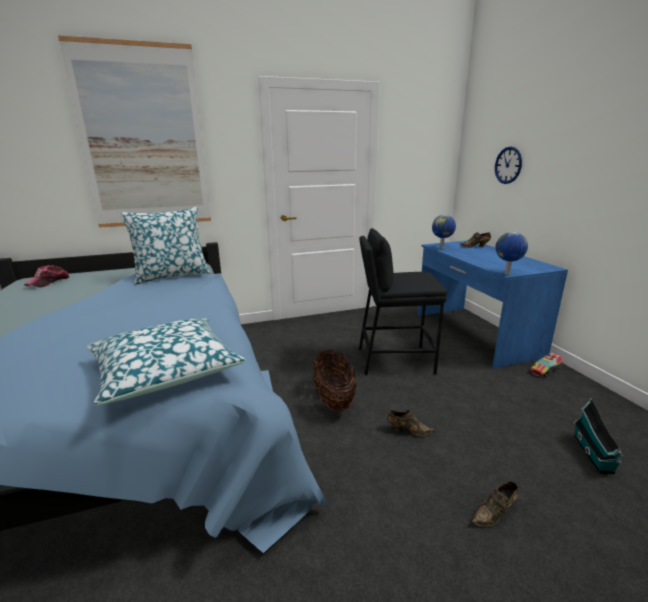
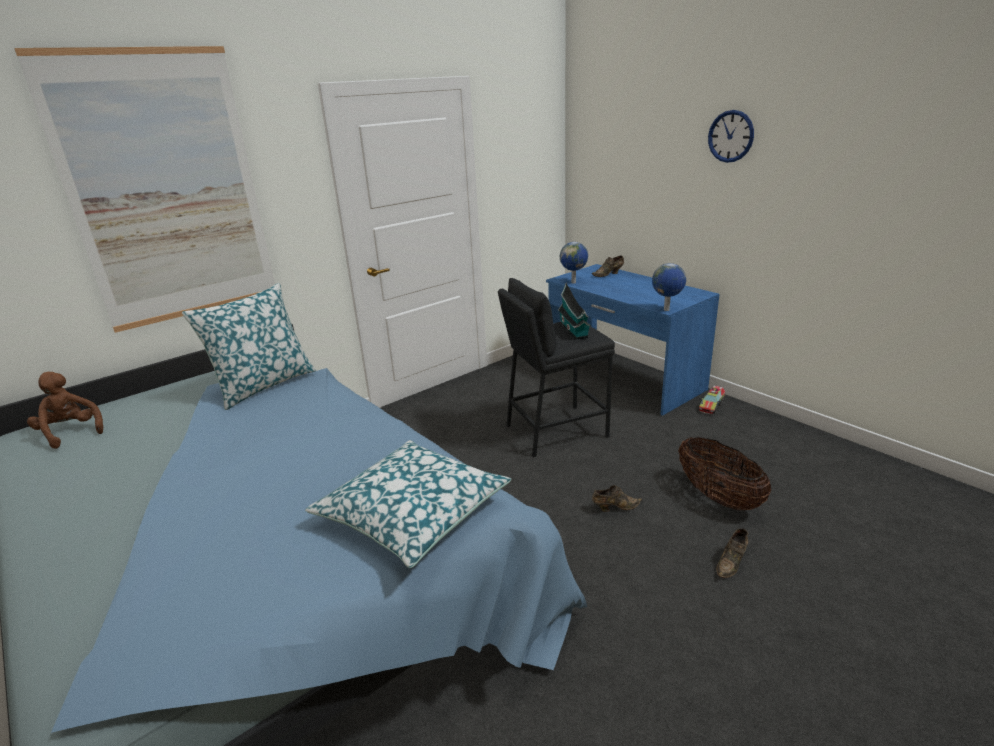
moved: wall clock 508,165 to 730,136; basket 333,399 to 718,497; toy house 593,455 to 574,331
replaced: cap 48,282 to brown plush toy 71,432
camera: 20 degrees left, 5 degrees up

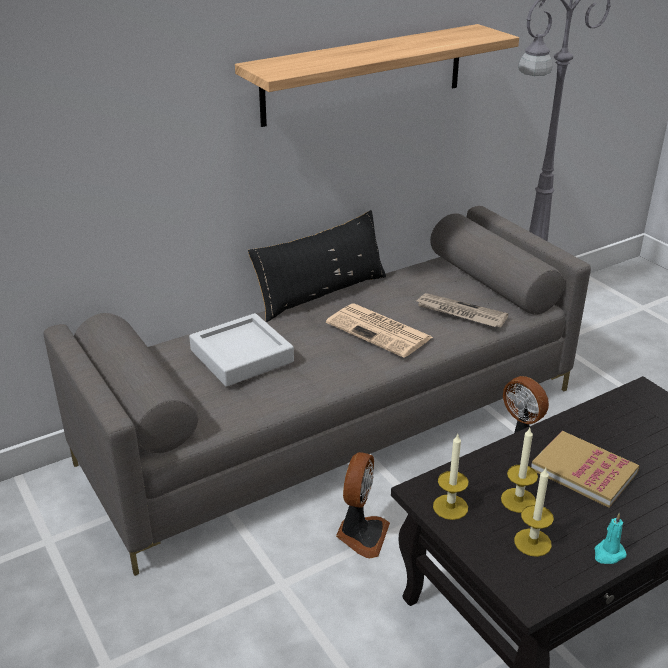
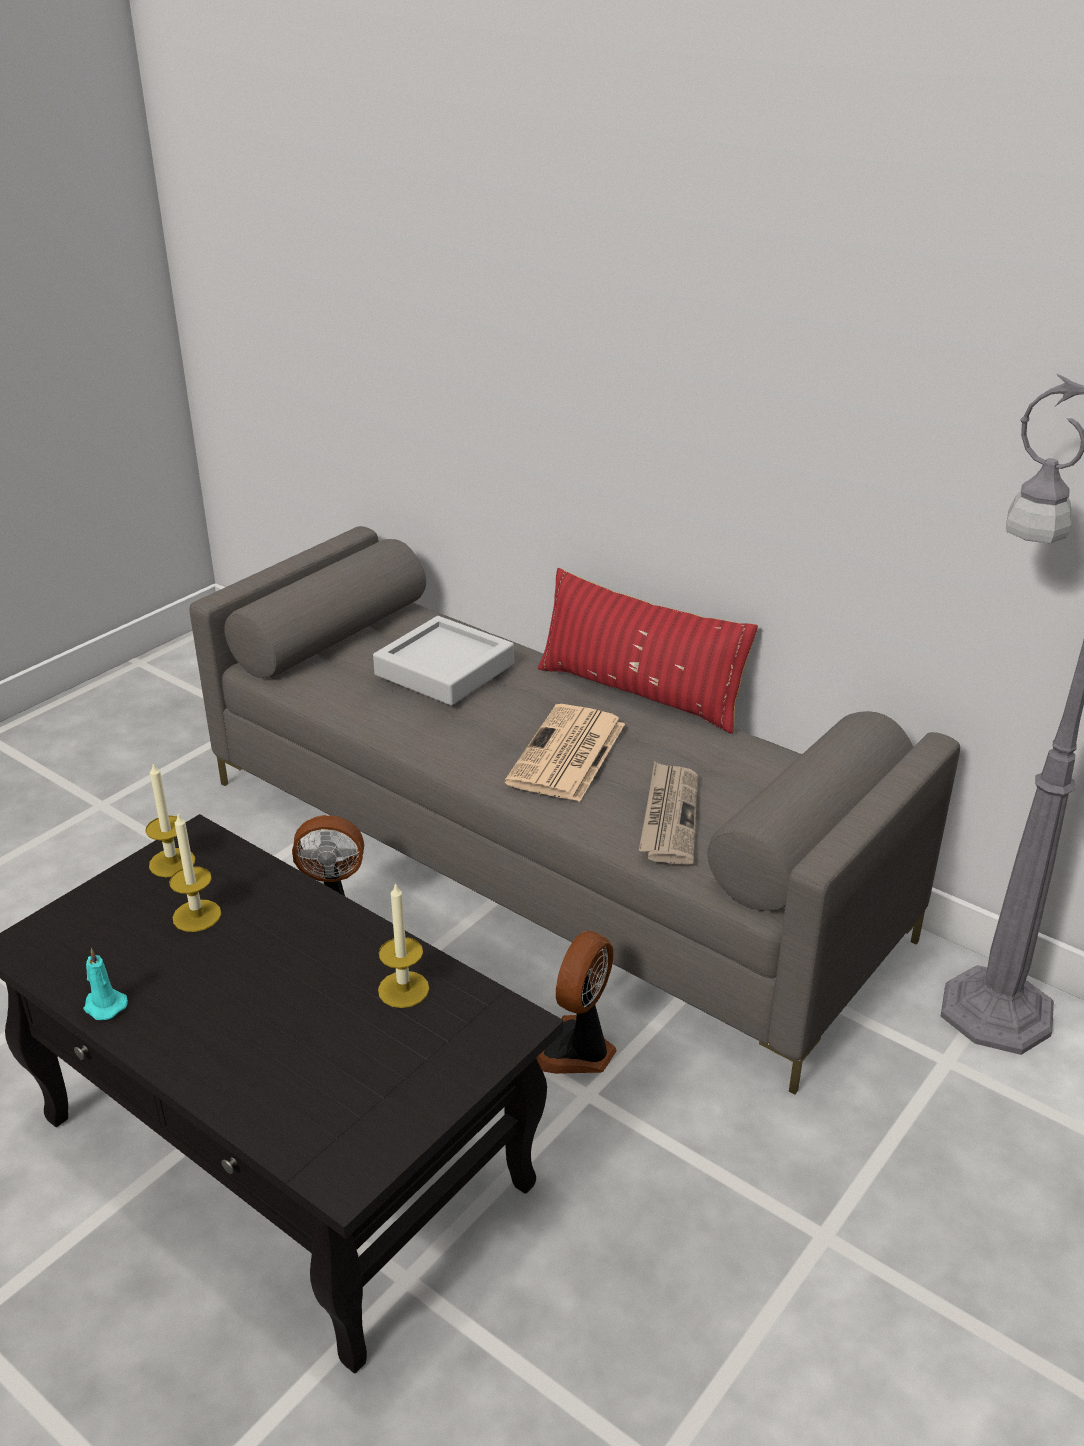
removed: shelf 364,74; book 584,471
moved: candle 532,542 to 403,989
recoloured: black pillow 321,294 to red pillow 639,692
camera: 70 degrees right, 0 degrees up

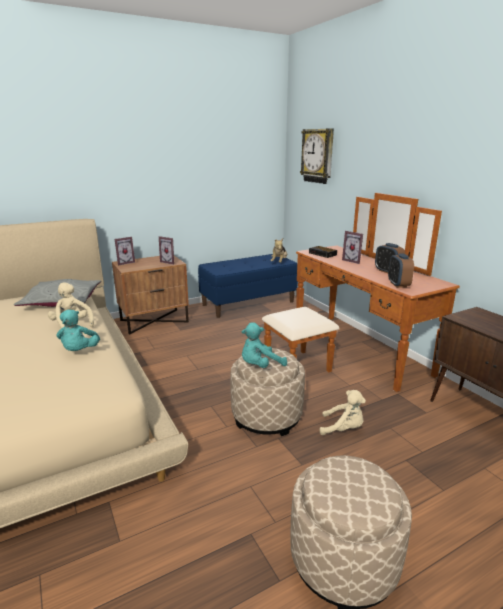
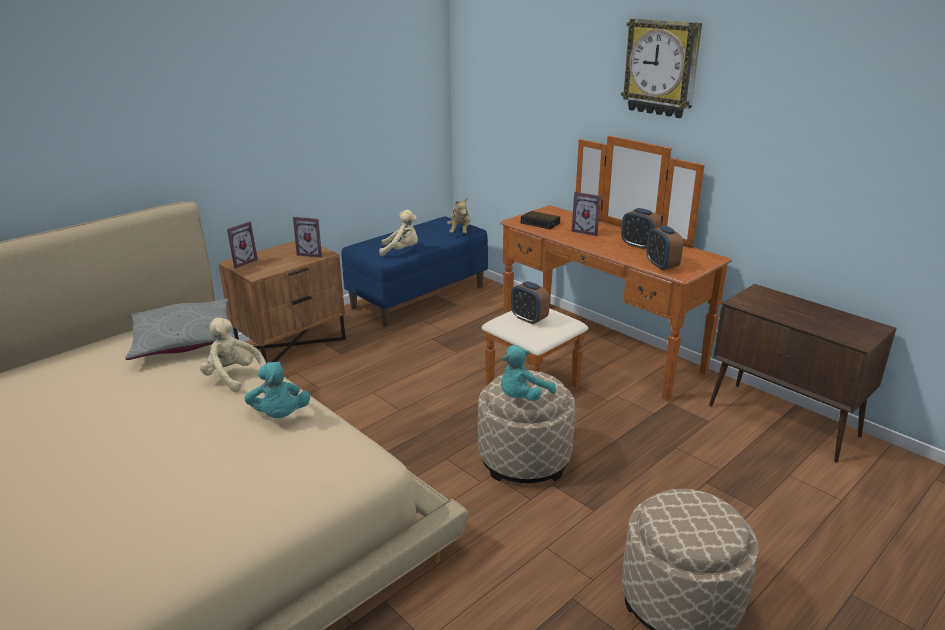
added: alarm clock 529,319
moved: wall clock 318,156 to 661,68; beige plush toy 343,428 to 401,251
camera: 15 degrees left, 5 degrees up

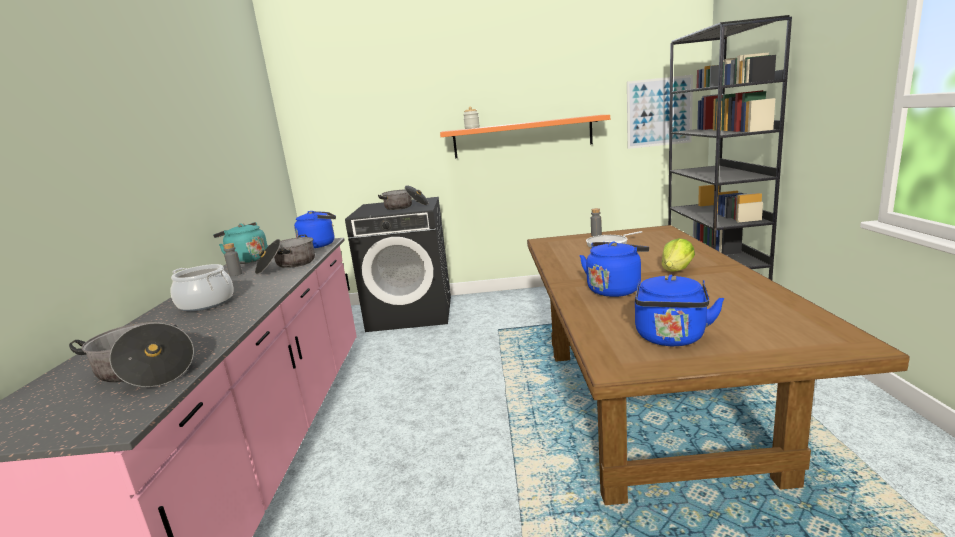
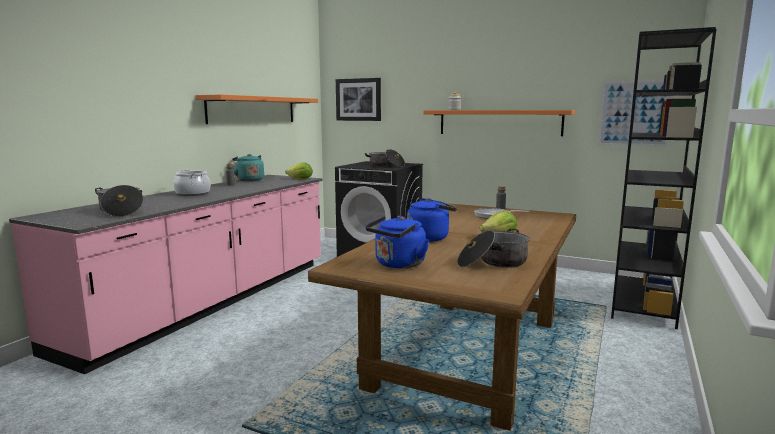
added: picture 358,99; orange shelf 253,110
moved: cooking pot 287,265 to 493,263
replaced: blue kettle 320,245 to lettuce 300,179
camera: 25 degrees right, 5 degrees down

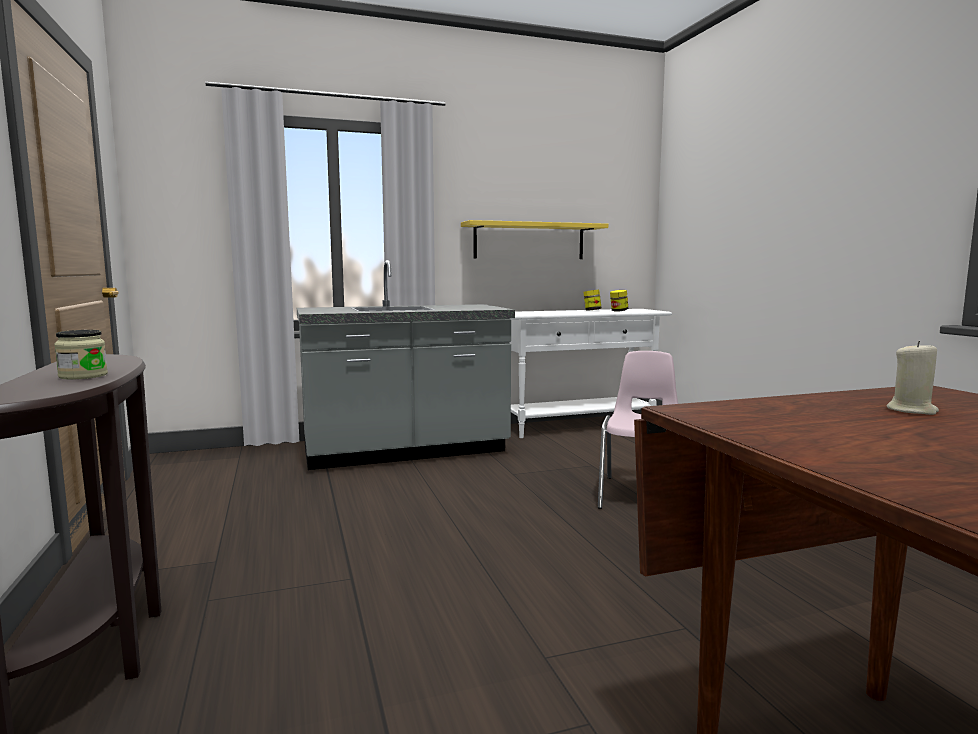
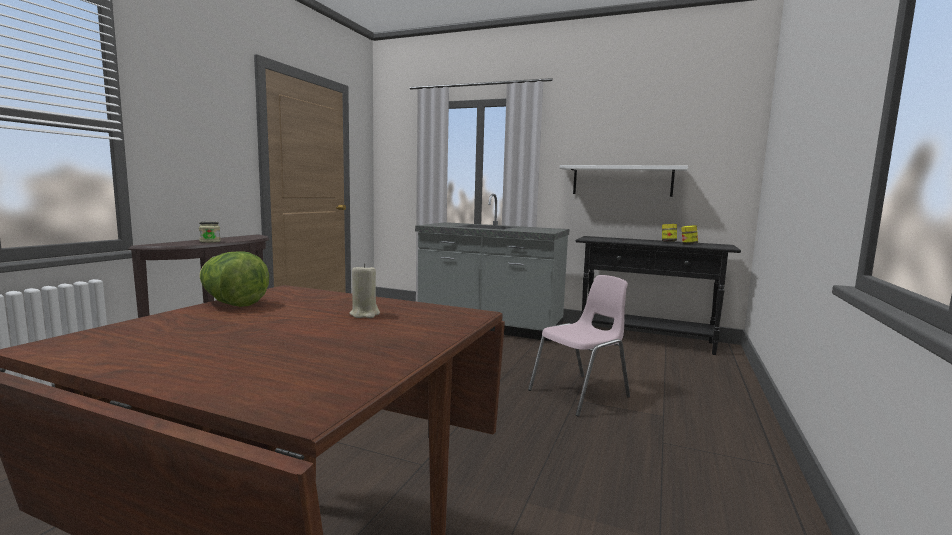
added: lettuce 232,303
recoloured: yellow shelf 529,241 to white shelf 622,181; white console table 579,426 to black console table 646,340
camera: 40 degrees right, 0 degrees up

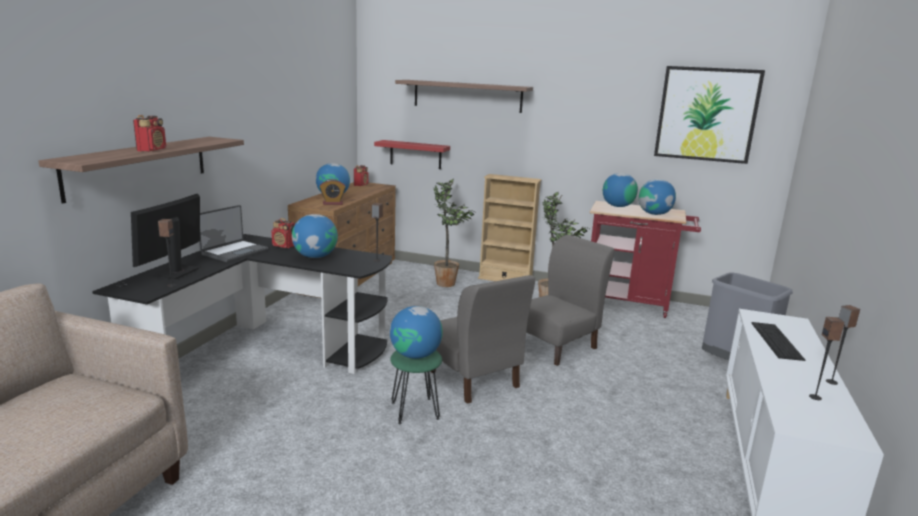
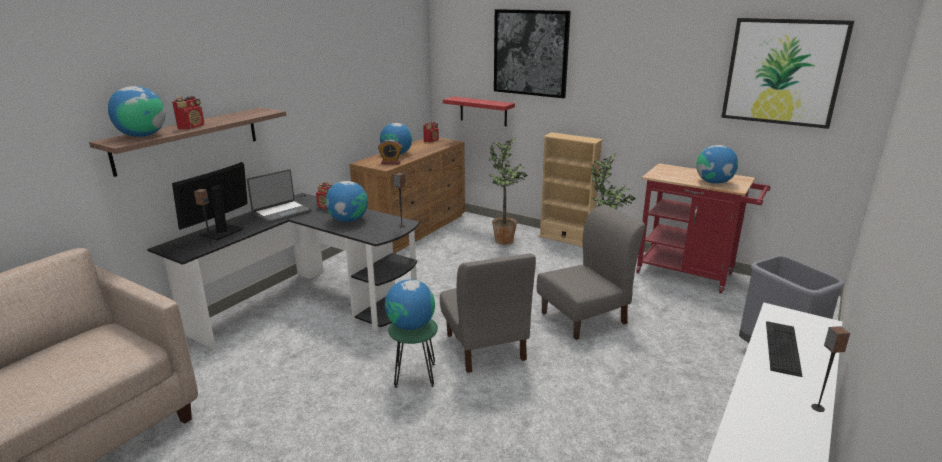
removed: speaker 815,397
moved: globe 617,206 to 142,136
replaced: shelf 467,96 to picture 530,53
camera: 15 degrees right, 5 degrees up

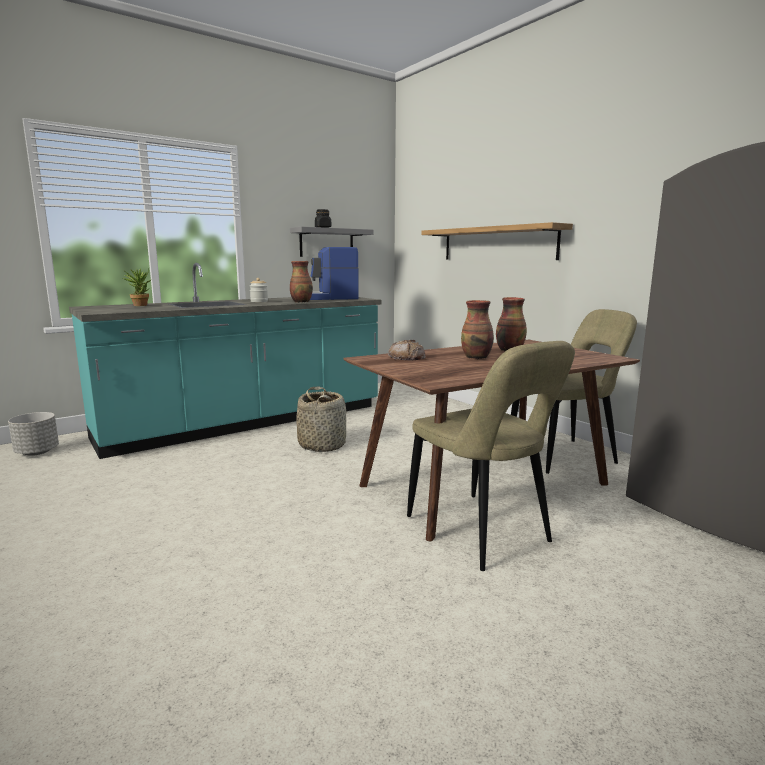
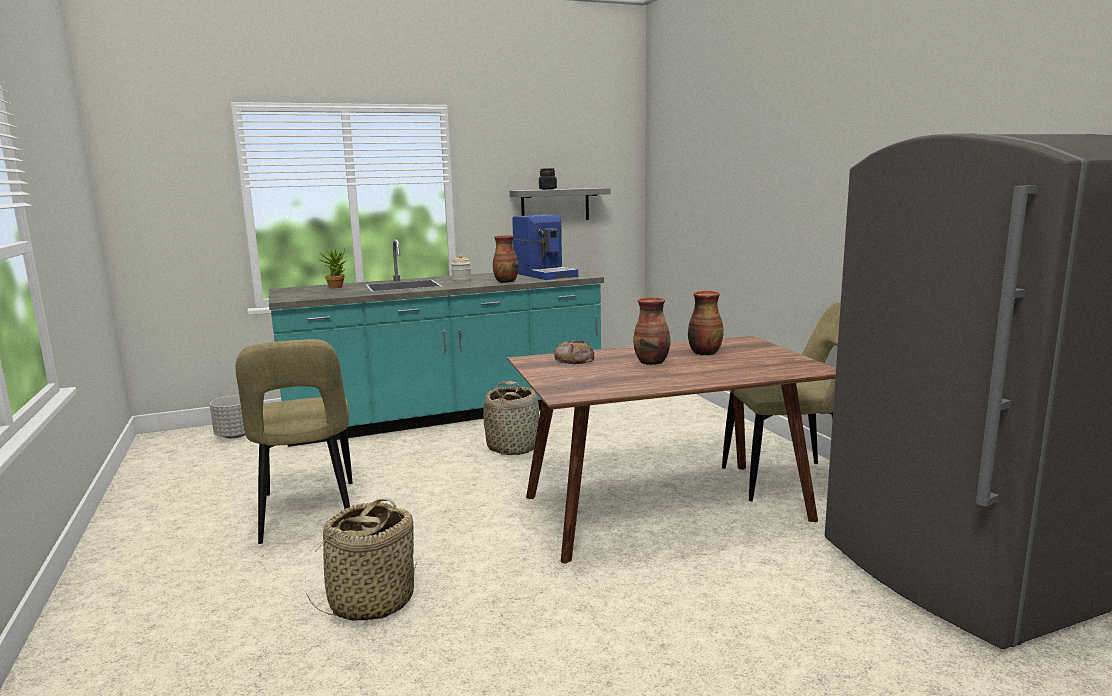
removed: shelf 497,244
added: basket 371,602
moved: beige chair 481,532 to 308,514
turned: coffee machine 329,298 = 545,274 120 degrees counterclockwise
camera: 15 degrees right, 0 degrees up

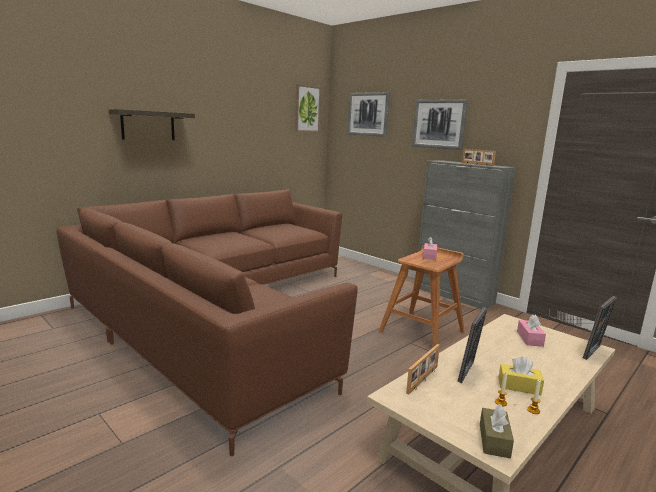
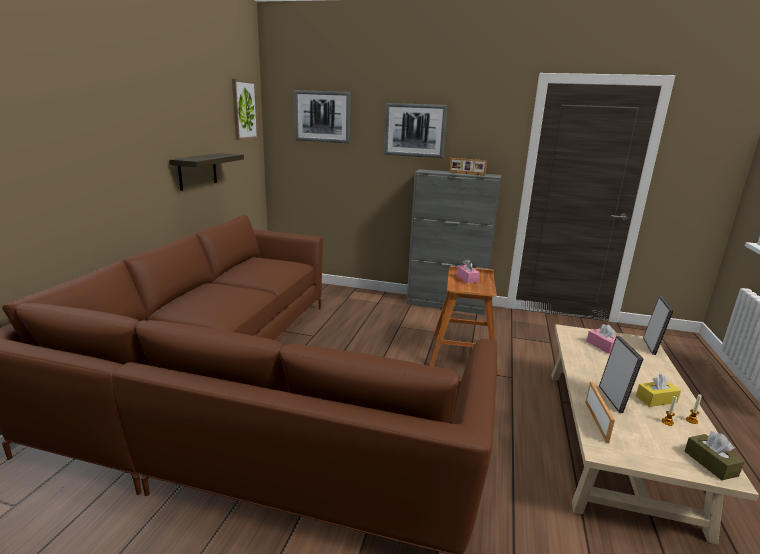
moved: shelf 148,125 to 197,171
camera: 30 degrees left, 5 degrees up

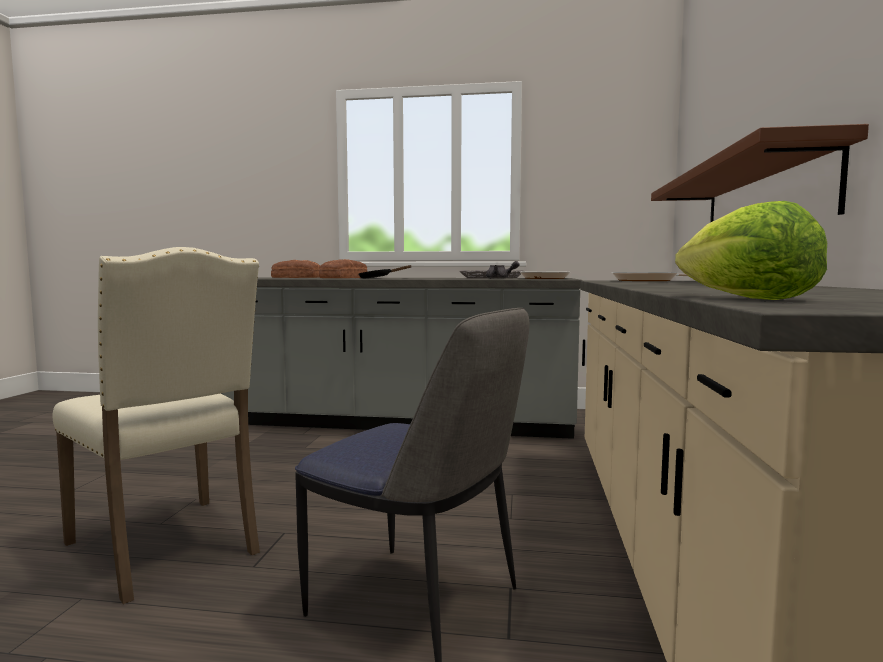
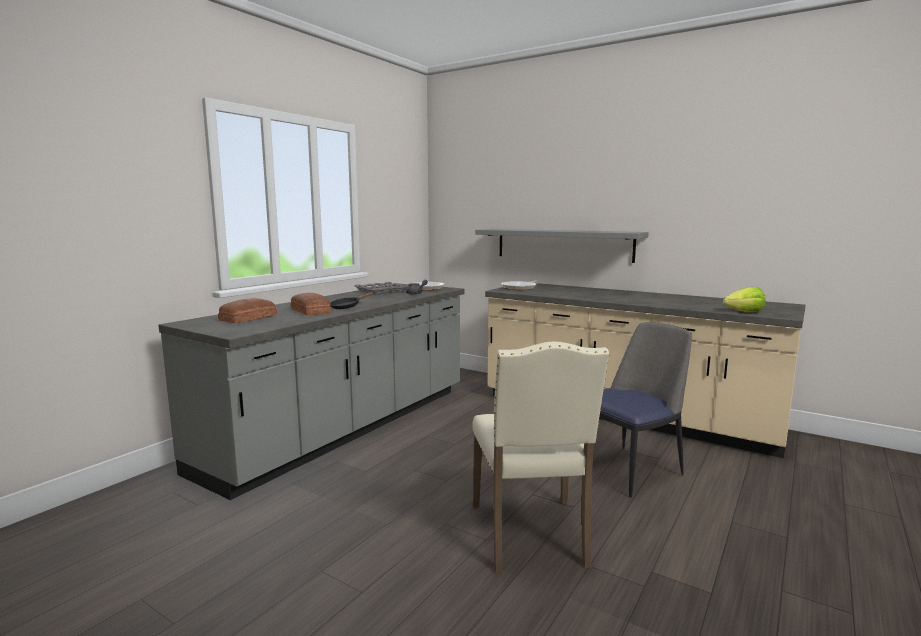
recoloured: brown shelf 762,198 to grey shelf 563,244
turned: beige chair 168,547 = 531,535 105 degrees clockwise
camera: 65 degrees left, 5 degrees up

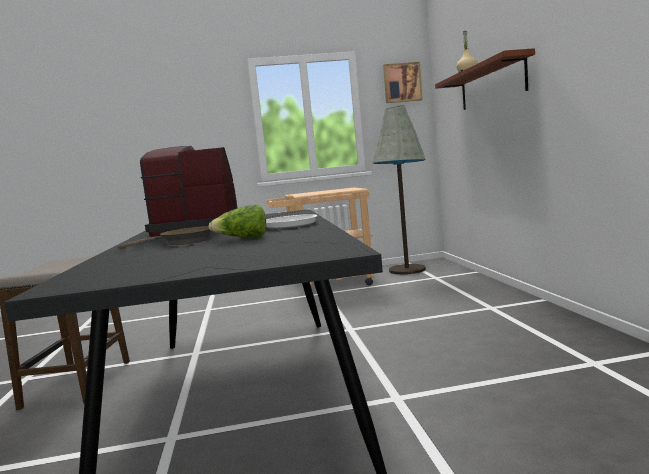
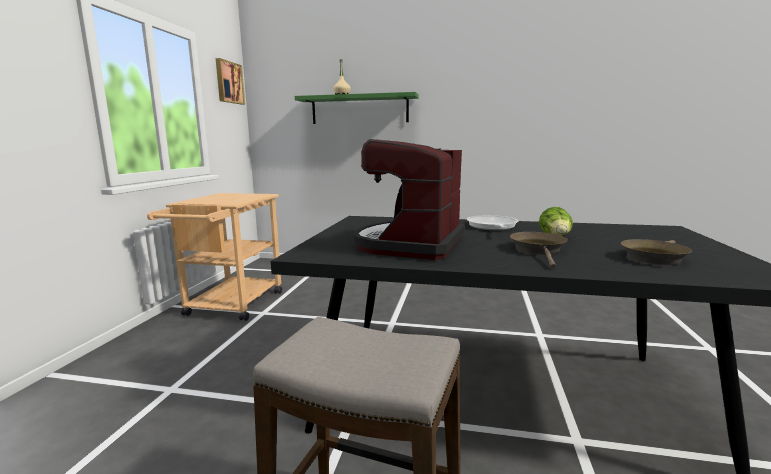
removed: grey floor lamp 407,270
added: brown frying pan 654,257
recoloured: brown shelf 491,84 to green shelf 359,109
camera: 70 degrees left, 5 degrees up

